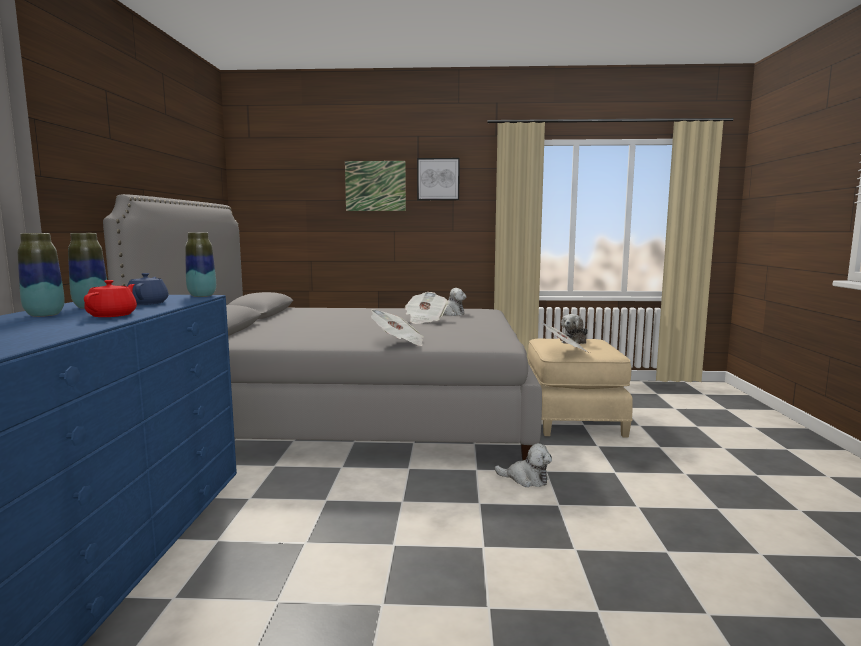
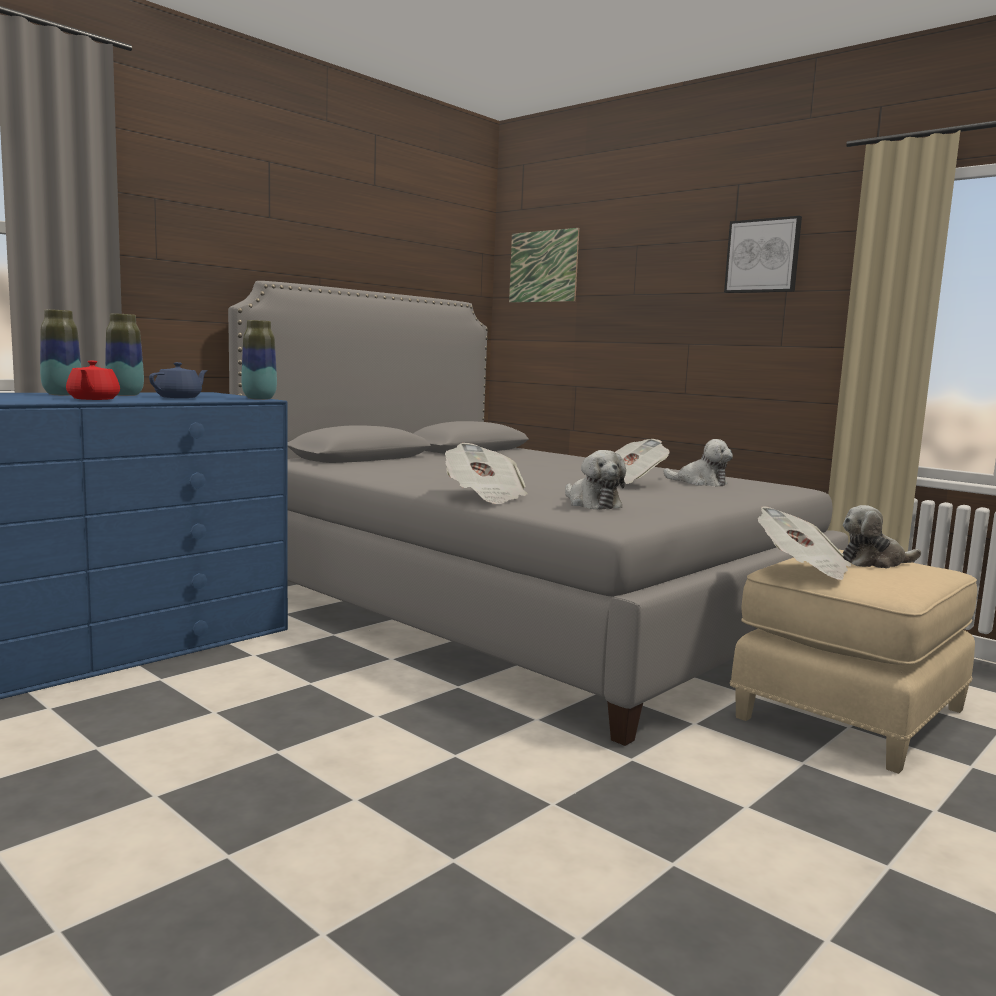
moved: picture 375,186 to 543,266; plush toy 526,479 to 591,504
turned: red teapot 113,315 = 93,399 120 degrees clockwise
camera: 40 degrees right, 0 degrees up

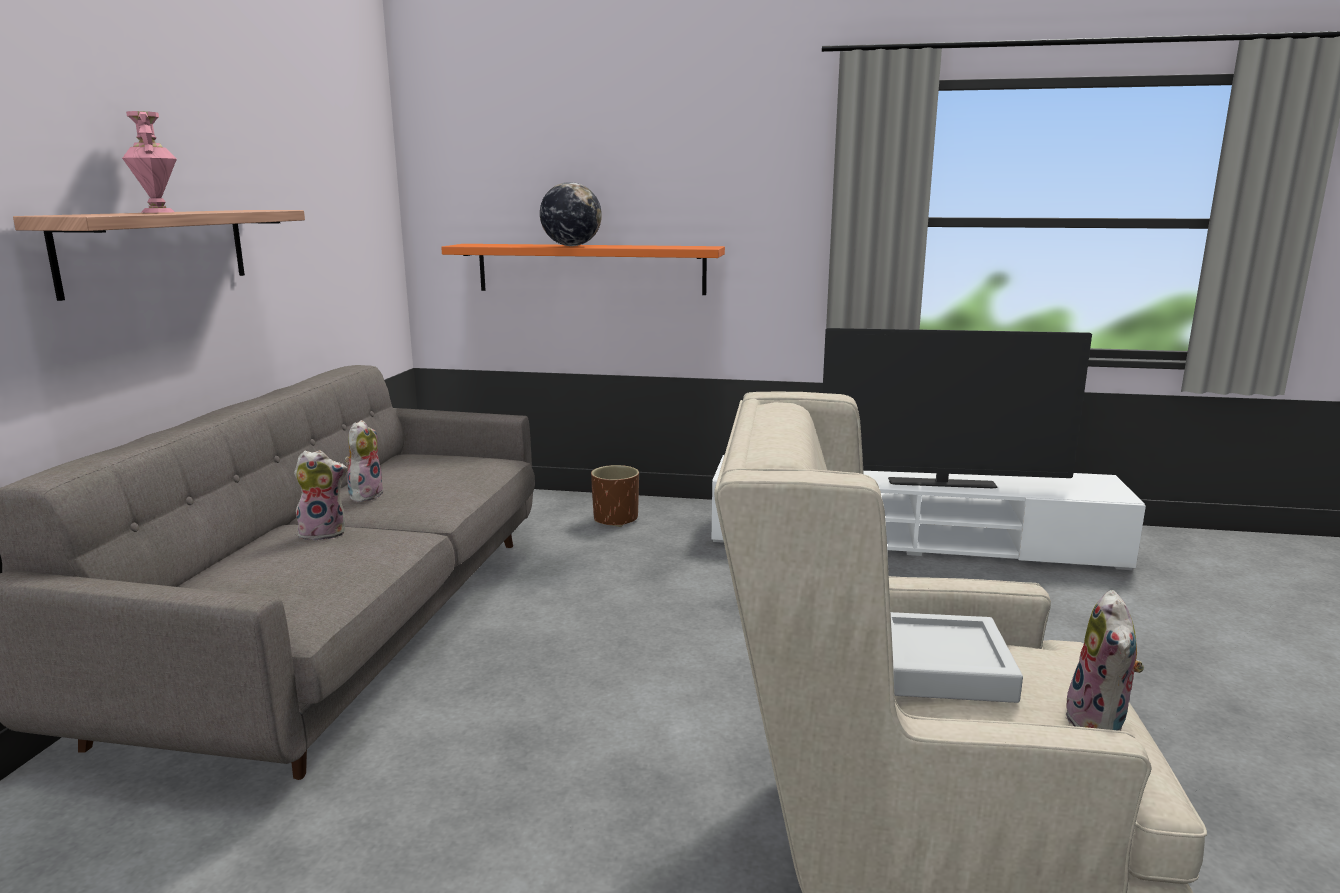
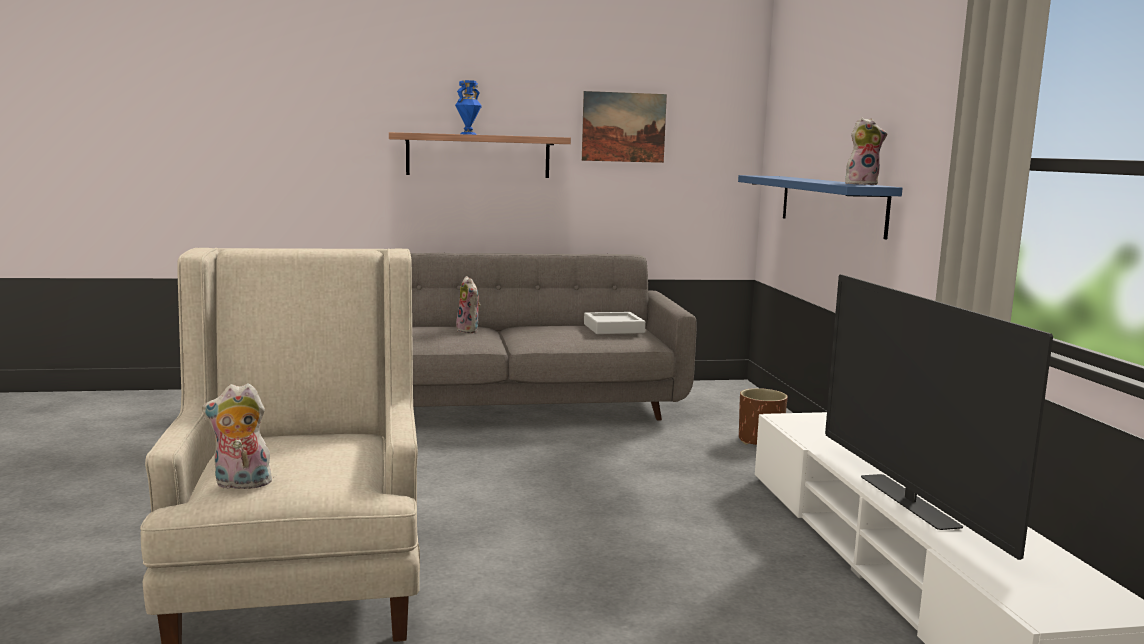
removed: globe 571,246
added: picture 623,127
moved: plush toy 365,495 to 861,184; grey tray 942,667 to 613,328
recoloured: pink vase 159,212 to blue vase 468,134; orange shelf 591,269 to blue shelf 831,204
camera: 70 degrees right, 5 degrees down

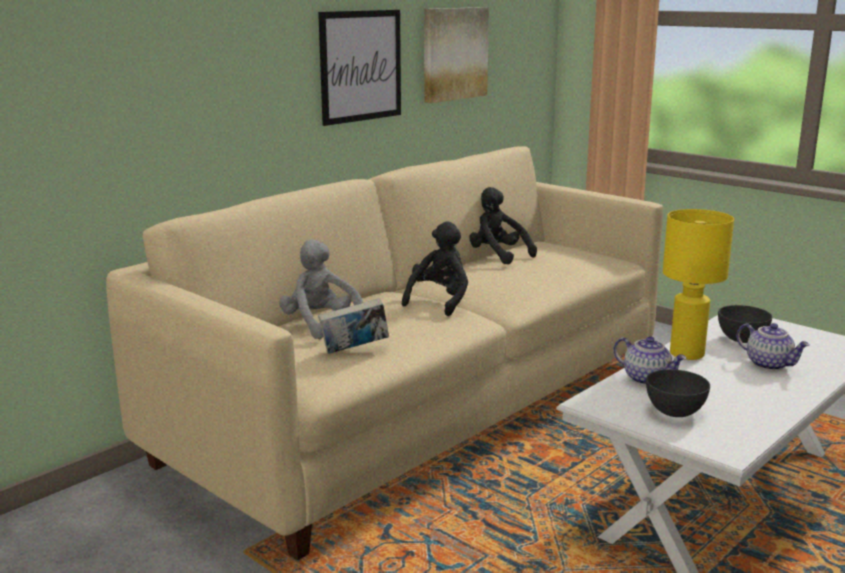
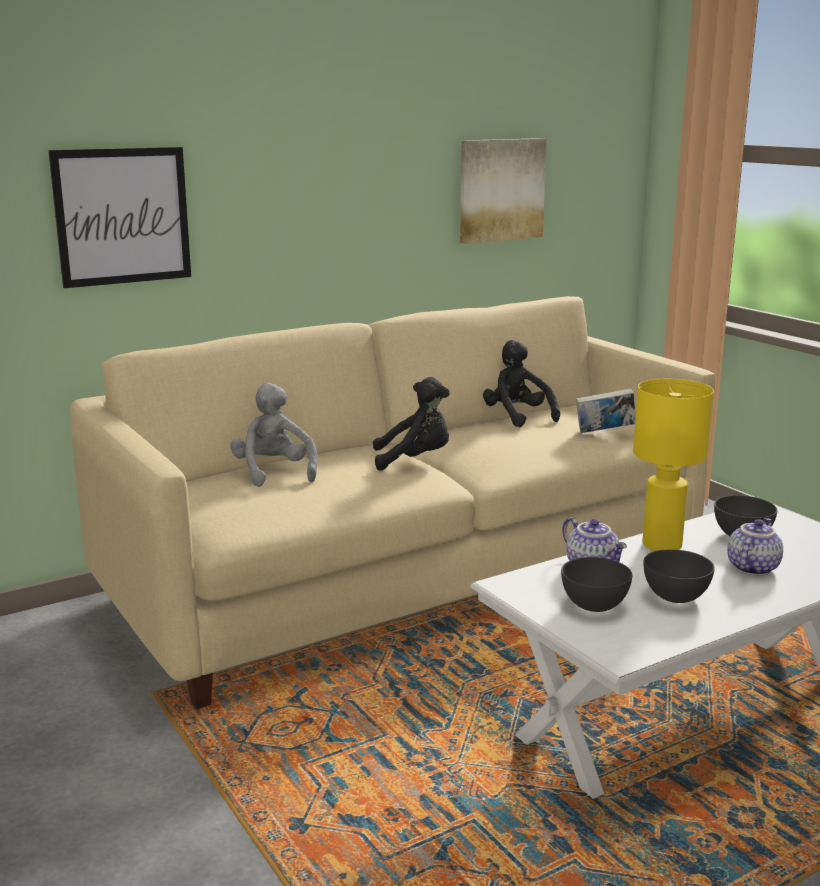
added: grey bowl 675,596
moved: picture 361,66 to 122,216; book 354,350 to 604,432
turned: black plush toy 439,301 = 415,460 45 degrees clockwise; teapot 769,364 = 751,567 120 degrees counterclockwise
camera: 15 degrees right, 0 degrees up

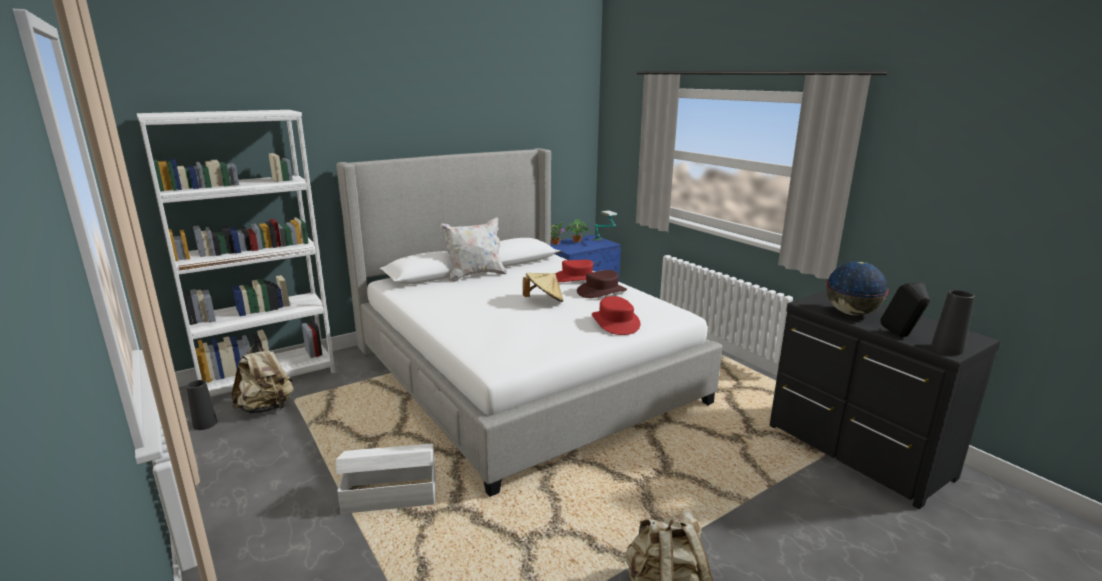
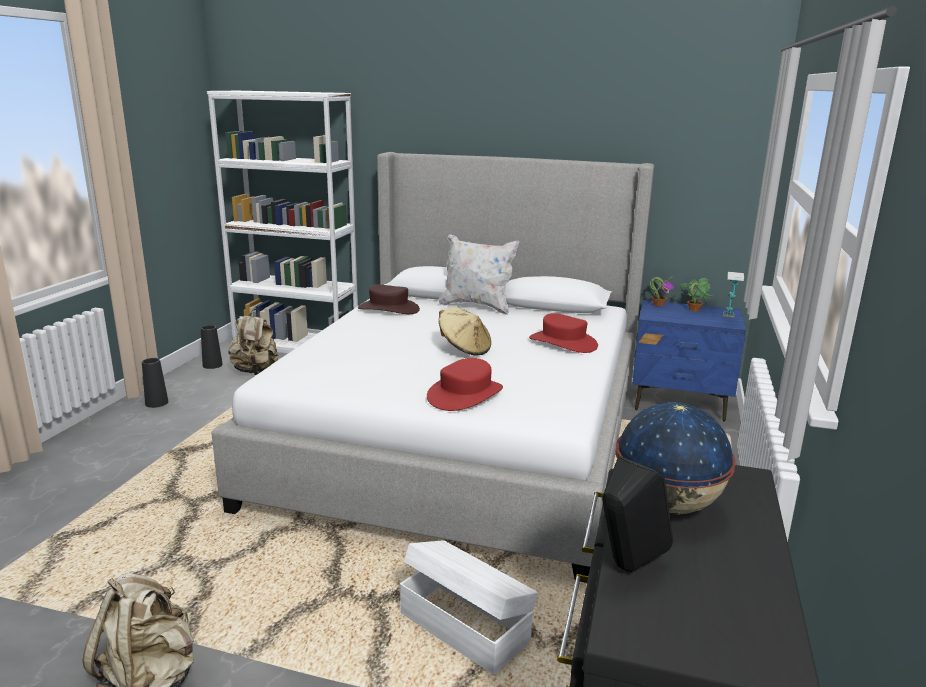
moved: brown hat 601,291 to 388,309; black vase 946,349 to 156,403; white storage box 389,495 to 464,626
camera: 50 degrees right, 0 degrees up

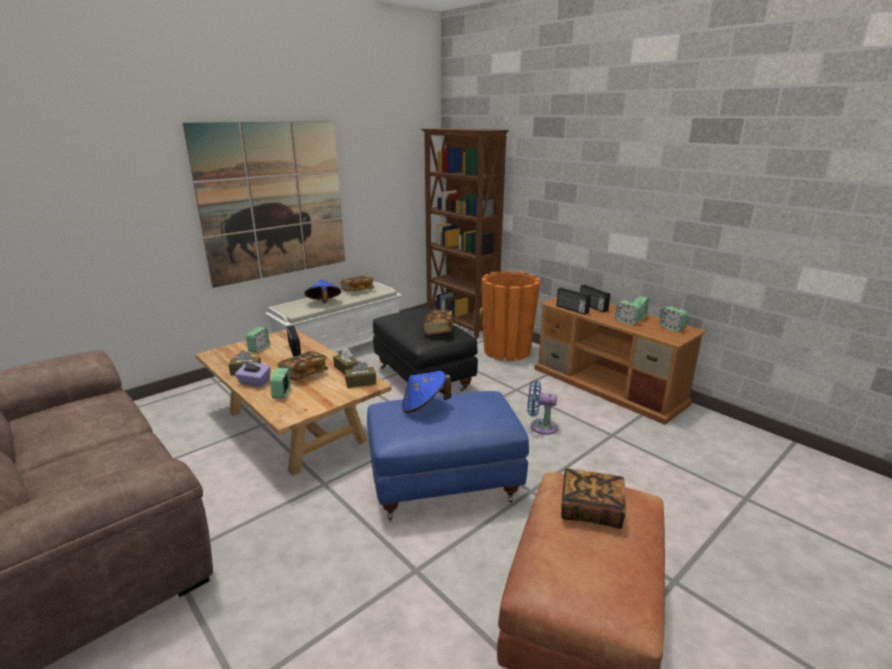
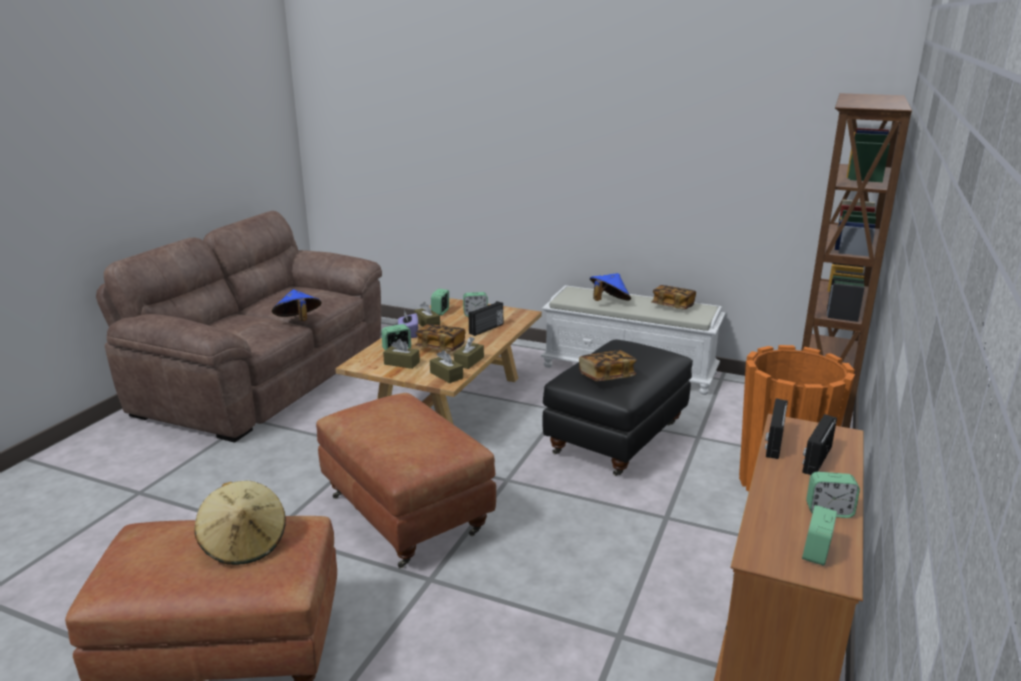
removed: picture 274,201; blue fan 540,426
added: brown tissue box 402,363
moved: alarm clock 627,321 to 440,312; blue hat 424,406 to 298,321
replaced: book 591,510 to beige hat 244,543
recoloured: blue ottoman 444,484 to brown ottoman 407,514
camera: 65 degrees right, 0 degrees up

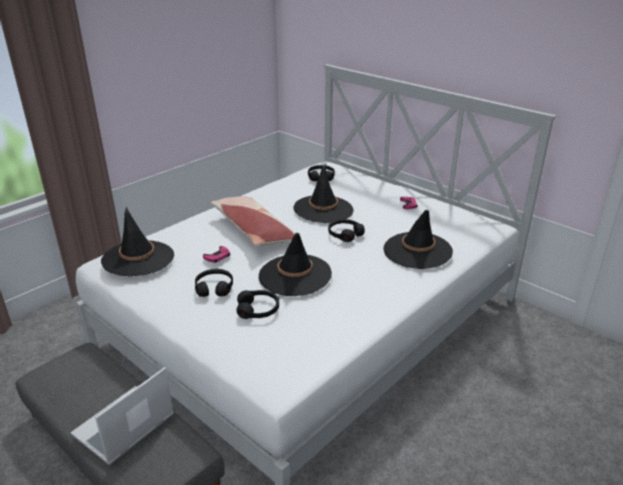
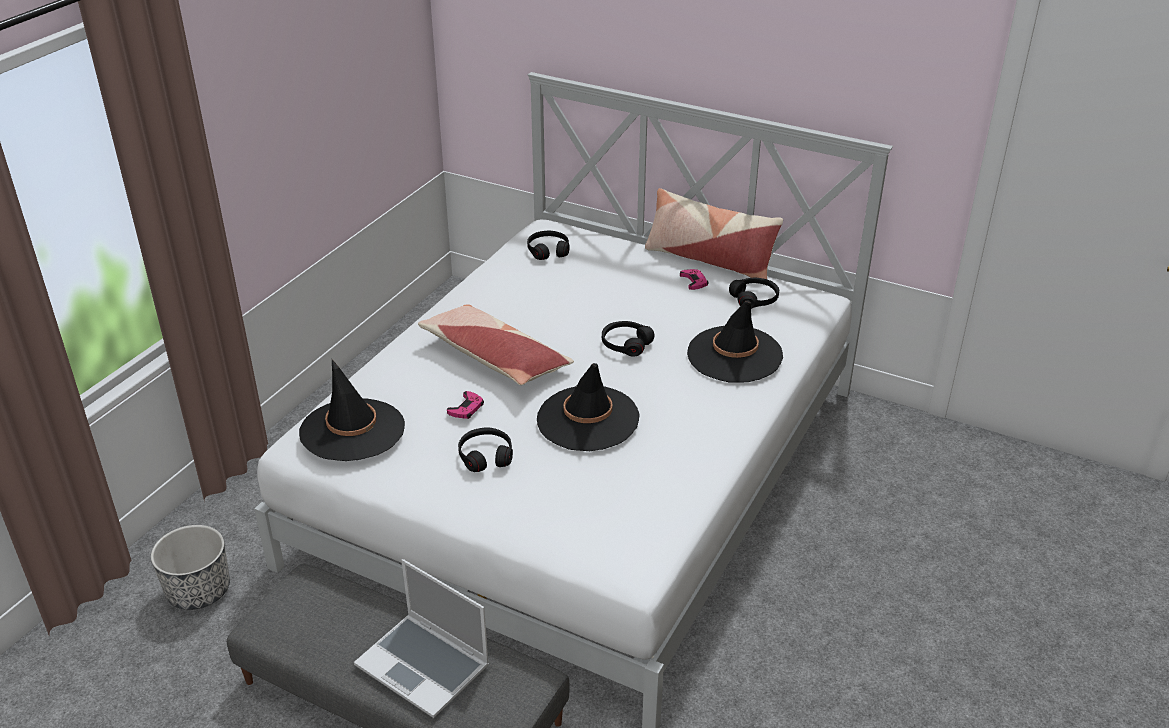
removed: black hat 323,209
added: pillow 709,259; planter 199,590
moved: black headphones 258,310 to 754,299
turned: laptop 124,427 = 425,666 75 degrees counterclockwise
camera: 15 degrees left, 5 degrees up

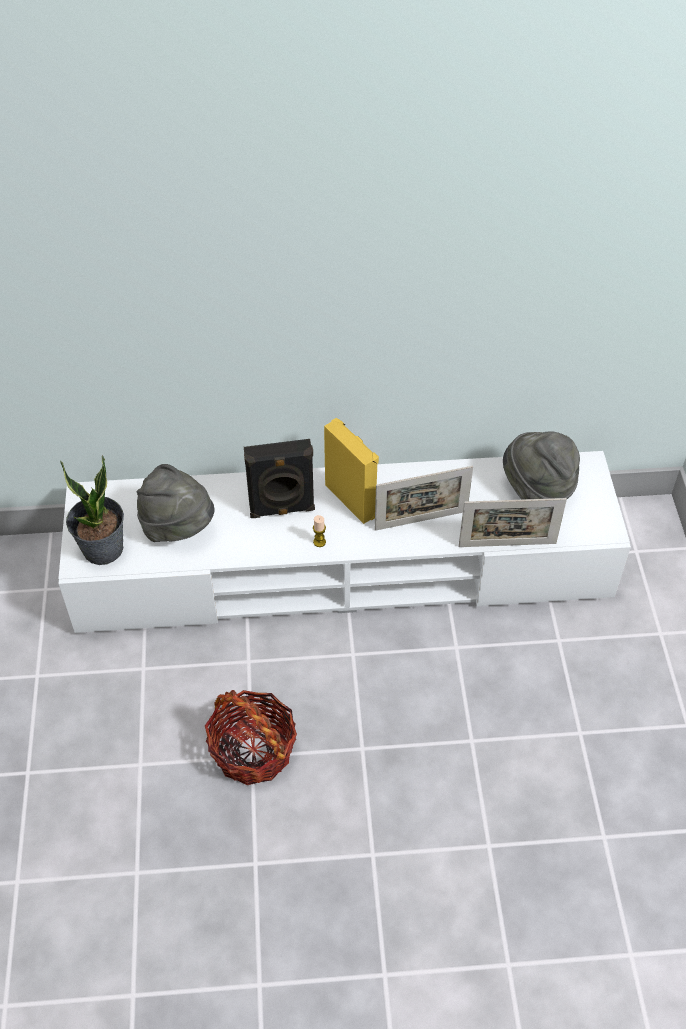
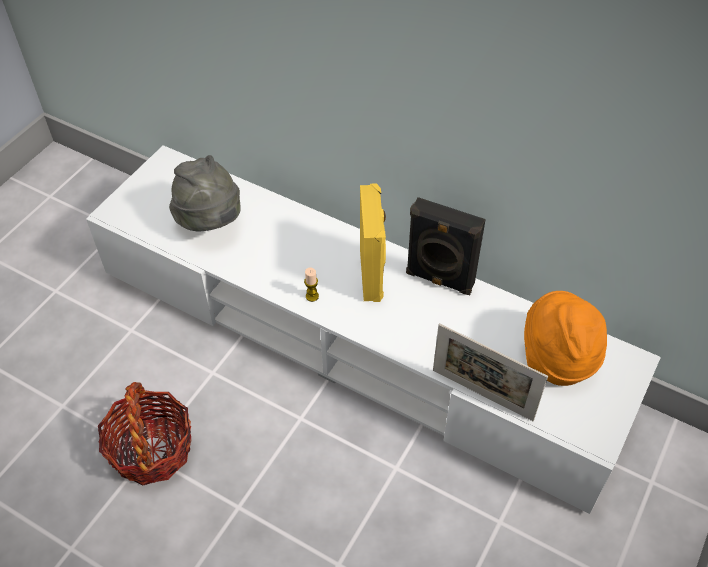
removed: potted plant 103,549; picture frame 421,520
moved: black speaker 282,510 to 439,280
recoloured: grey hat 537,489 to orange hat 557,358
camera: 35 degrees right, 0 degrees up

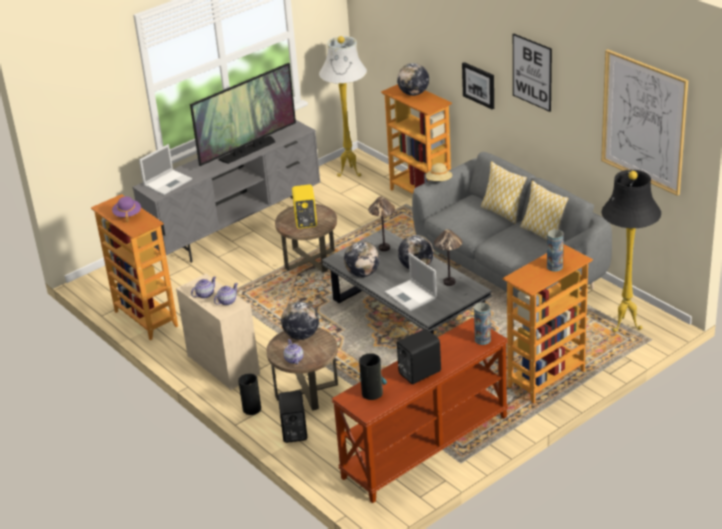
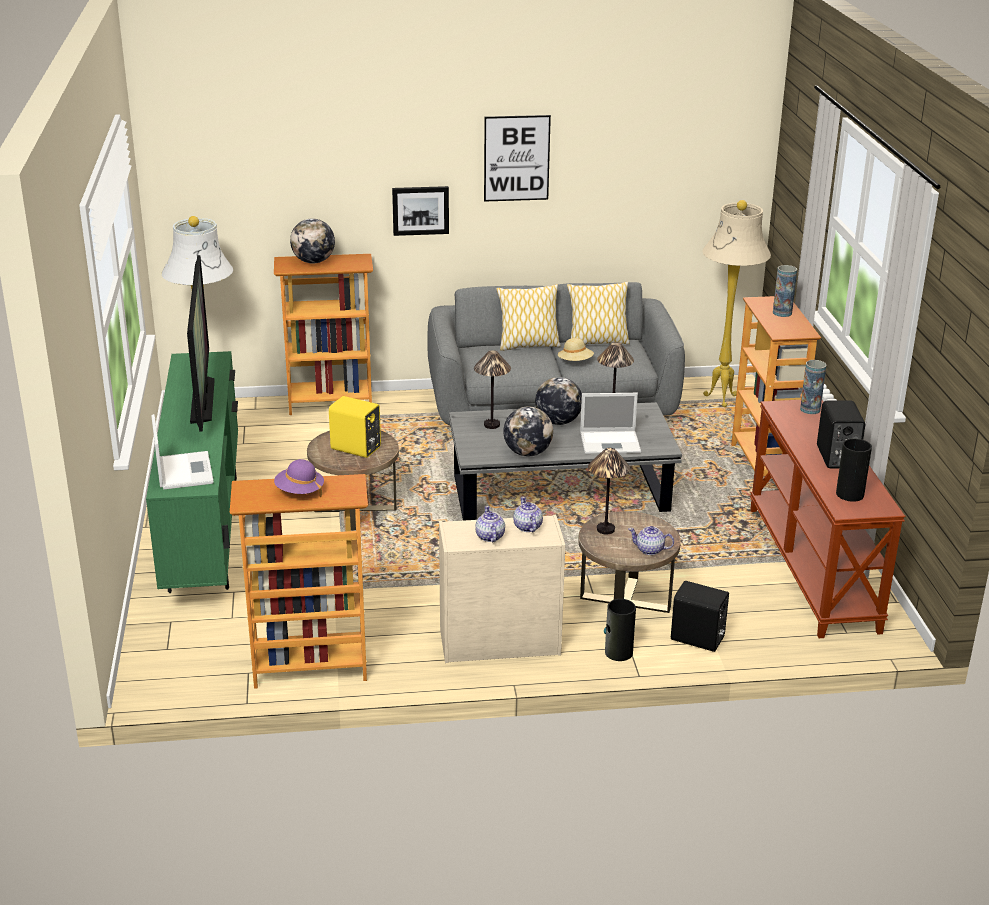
removed: picture 643,121
moved: beige hat 439,181 to 575,362
replaced: globe 301,336 to table lamp 605,529
recoloured: grey tv stand 237,229 to green tv stand 204,532; black floor lamp 625,327 to beige floor lamp 722,400
camera: 60 degrees left, 5 degrees down

